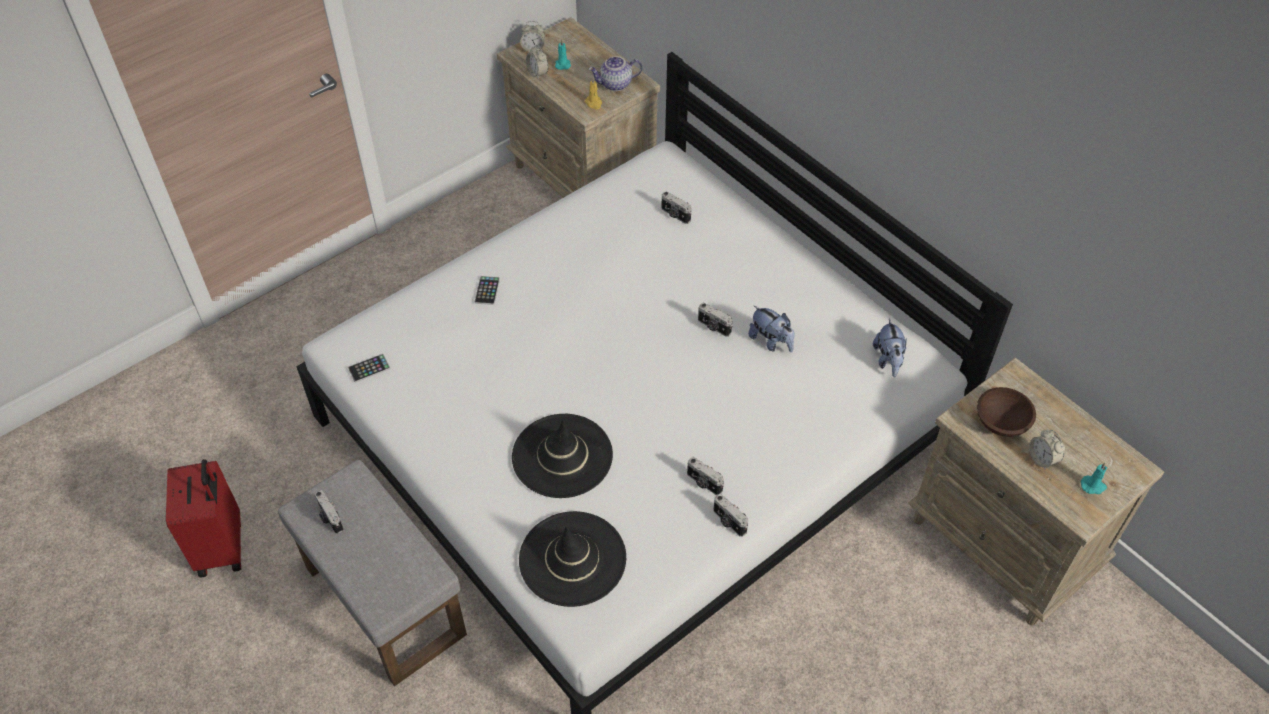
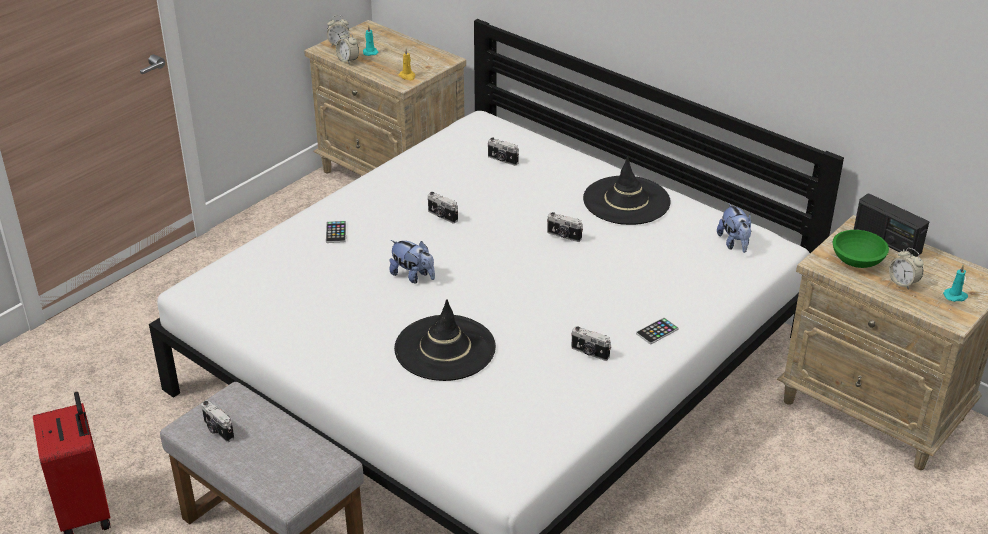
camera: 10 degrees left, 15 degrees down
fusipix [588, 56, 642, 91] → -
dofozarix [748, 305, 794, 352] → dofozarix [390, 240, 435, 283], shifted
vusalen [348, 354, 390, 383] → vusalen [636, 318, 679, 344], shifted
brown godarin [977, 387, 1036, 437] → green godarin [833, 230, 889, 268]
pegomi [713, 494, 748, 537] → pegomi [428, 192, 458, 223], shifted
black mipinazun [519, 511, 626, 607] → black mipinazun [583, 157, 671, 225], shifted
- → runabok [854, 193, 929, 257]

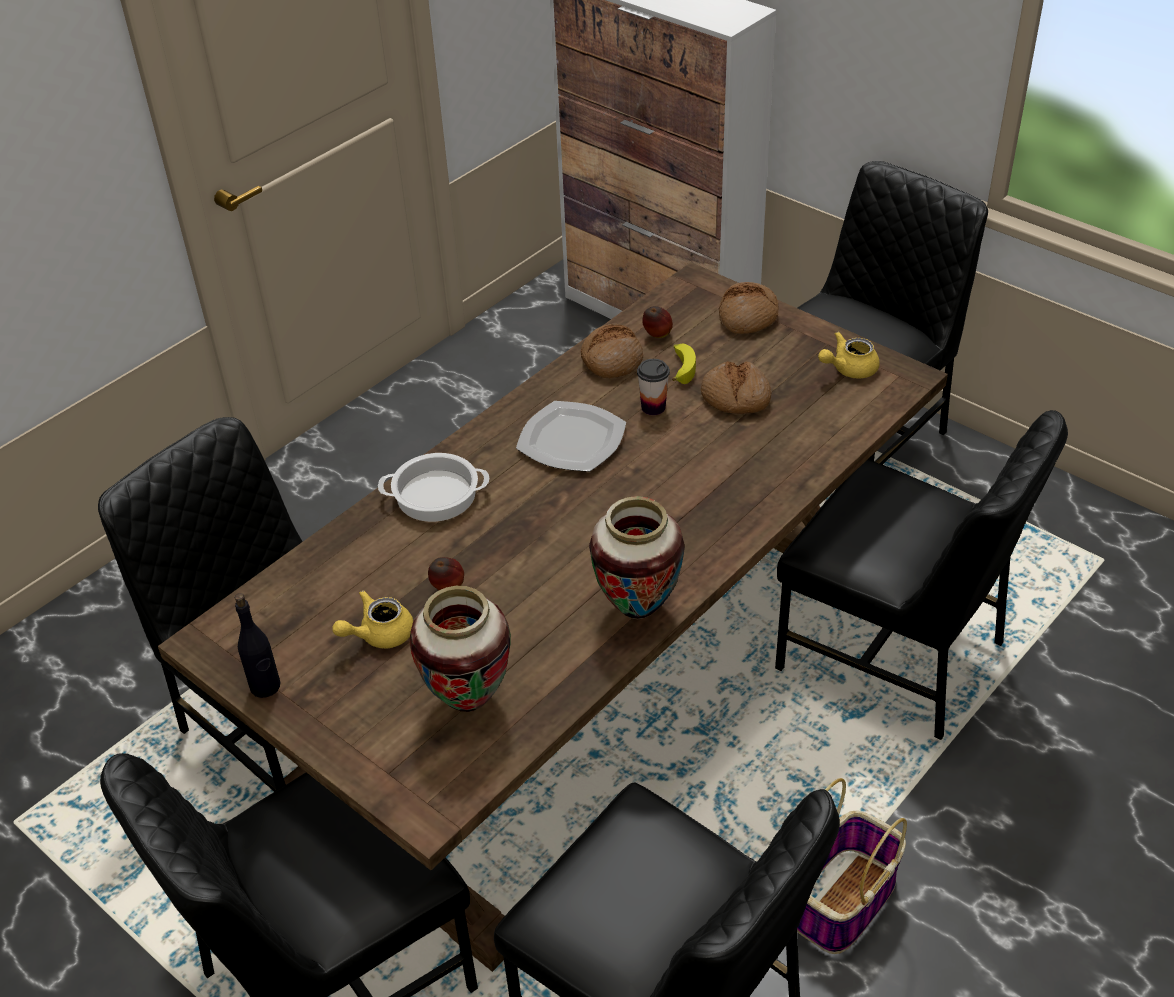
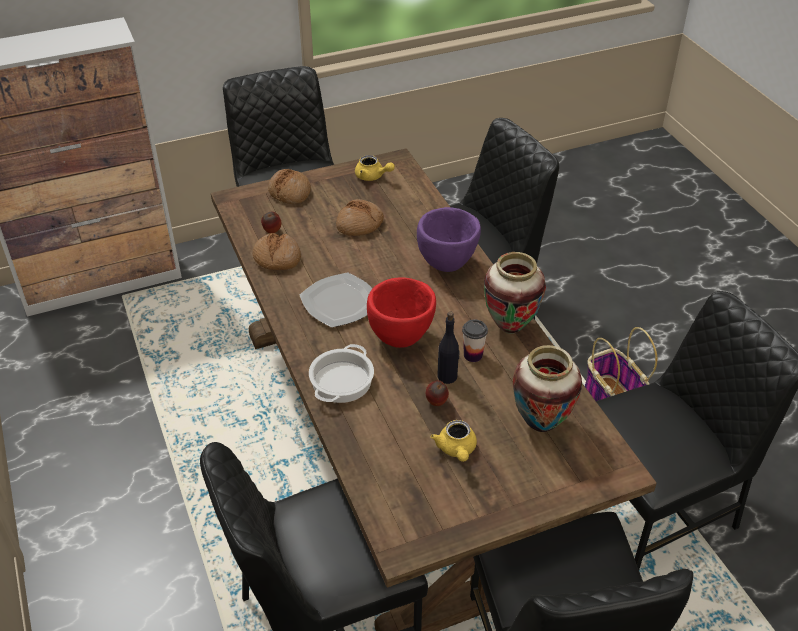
camera: 65 degrees left, 0 degrees up
yellow fusipix [818, 332, 880, 379] → yellow fusipix [355, 155, 395, 181], 60 degrees counterclockwise
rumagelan [672, 344, 696, 384] → -
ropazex [637, 359, 670, 415] → ropazex [462, 319, 488, 362], shifted
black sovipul [235, 593, 281, 698] → black sovipul [438, 312, 460, 384], shifted
- → purple godarin [417, 207, 481, 272]
- → red godarin [367, 277, 436, 348]

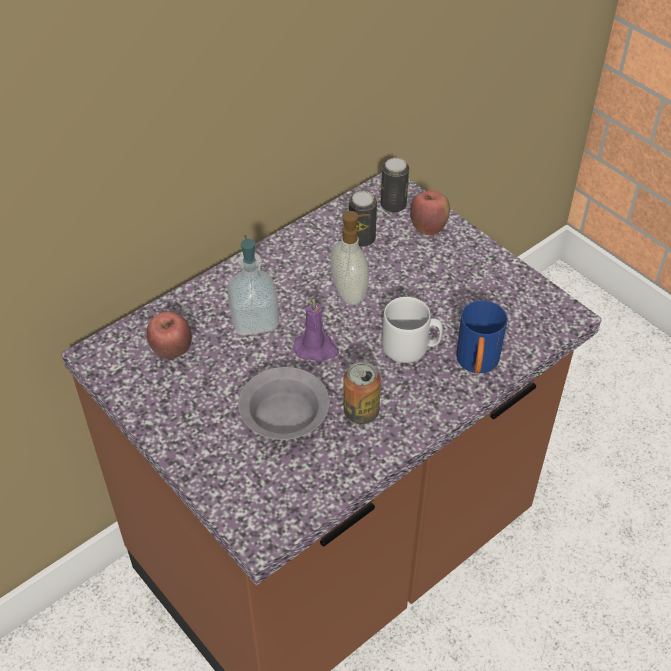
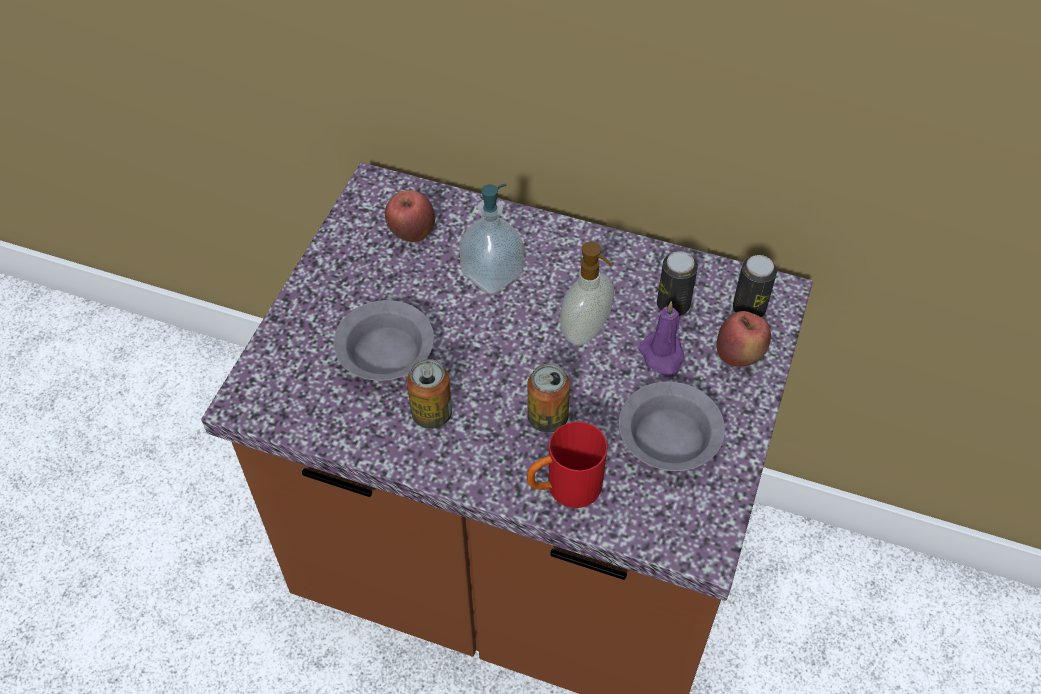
camera: 60 degrees right, 5 degrees up
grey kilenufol [382, 297, 443, 363] → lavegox [527, 363, 570, 433]
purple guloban [293, 298, 339, 362] → purple guloban [639, 301, 685, 377], shifted
blue kilenufol [456, 301, 508, 373] → red kilenufol [527, 422, 607, 508]
- → grey godarin [619, 381, 725, 471]

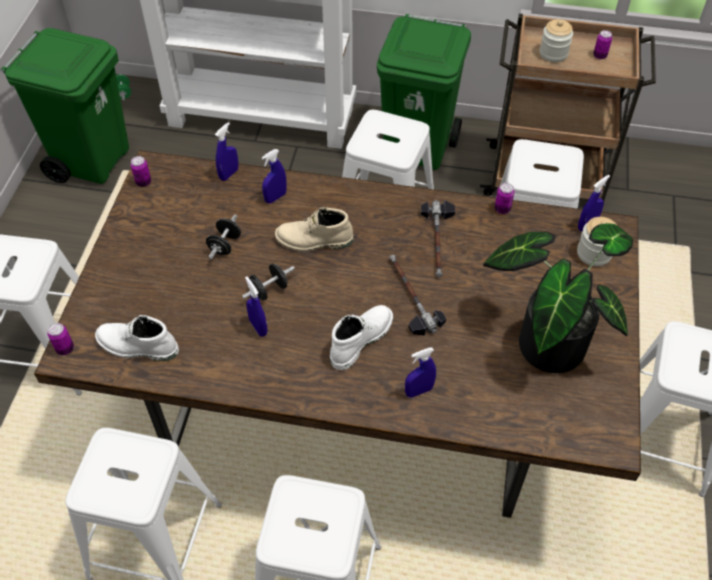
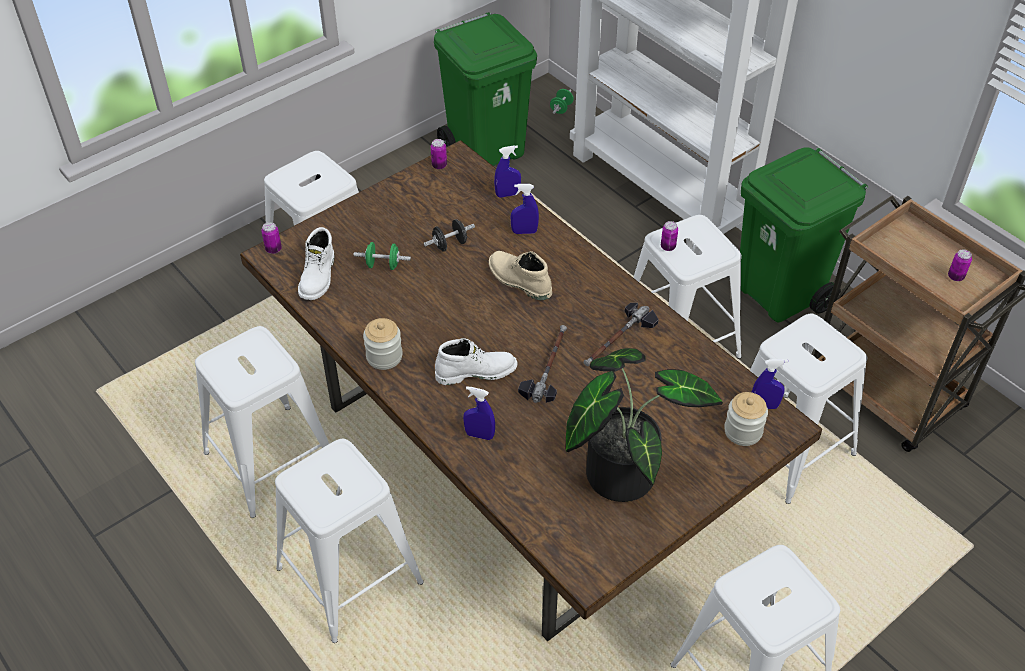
camera: 40 degrees right, 5 degrees down
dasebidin [540, 19, 573, 63] → dasebidin [363, 318, 403, 370], shifted
lavegox [495, 183, 514, 214] → lavegox [661, 221, 678, 251], shifted
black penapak [242, 263, 295, 300] → -
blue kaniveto [245, 276, 268, 337] → -
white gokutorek [95, 315, 179, 361] → white gokutorek [298, 227, 334, 300], 135 degrees counterclockwise
- → green penapak [354, 242, 411, 270]

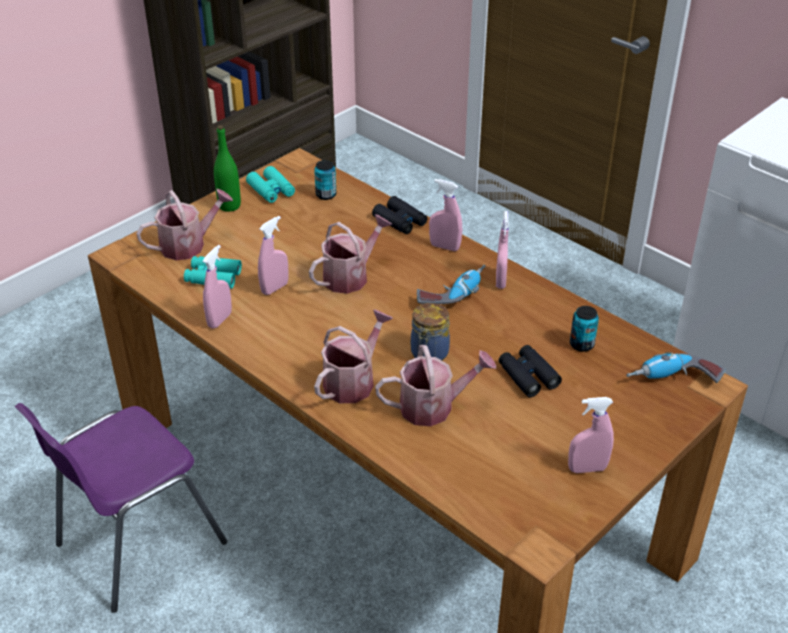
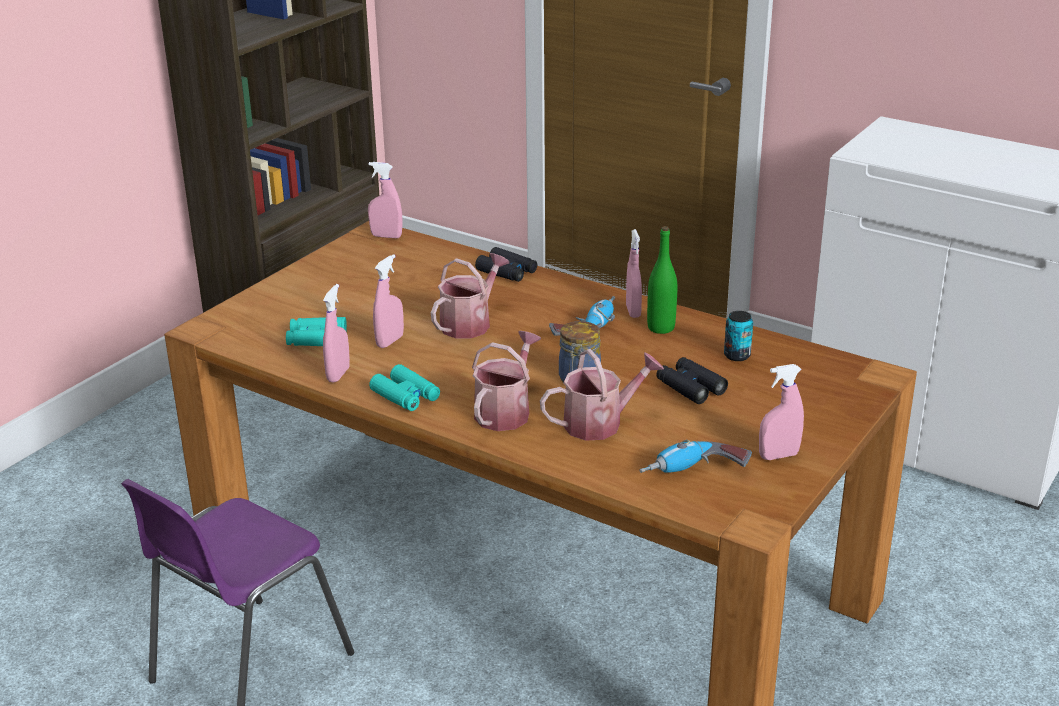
camera: 10 degrees left, 10 degrees down
green sovipul [214, 125, 241, 212] → green sovipul [647, 226, 677, 334], shifted
lavegox [314, 160, 336, 200] → -
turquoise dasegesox [246, 166, 295, 203] → turquoise dasegesox [369, 364, 440, 411], shifted
pink kaniveto [429, 179, 462, 251] → pink kaniveto [368, 162, 403, 238], shifted
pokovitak [136, 189, 233, 260] → -
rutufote [626, 352, 726, 383] → rutufote [639, 440, 752, 473], shifted

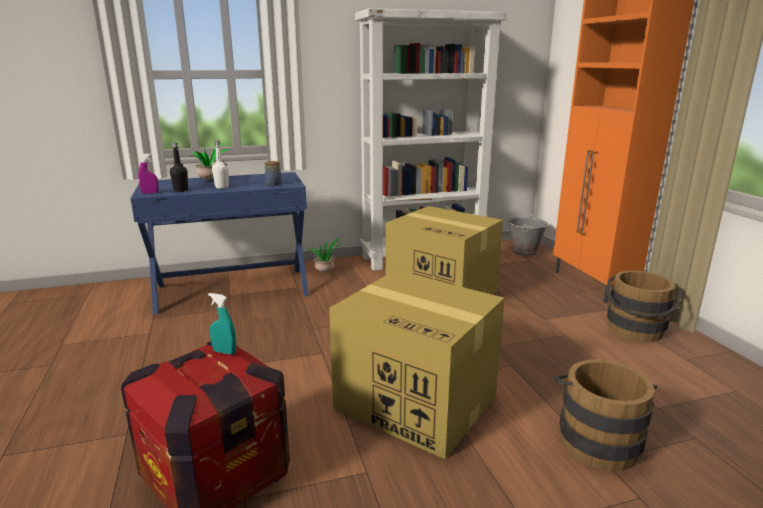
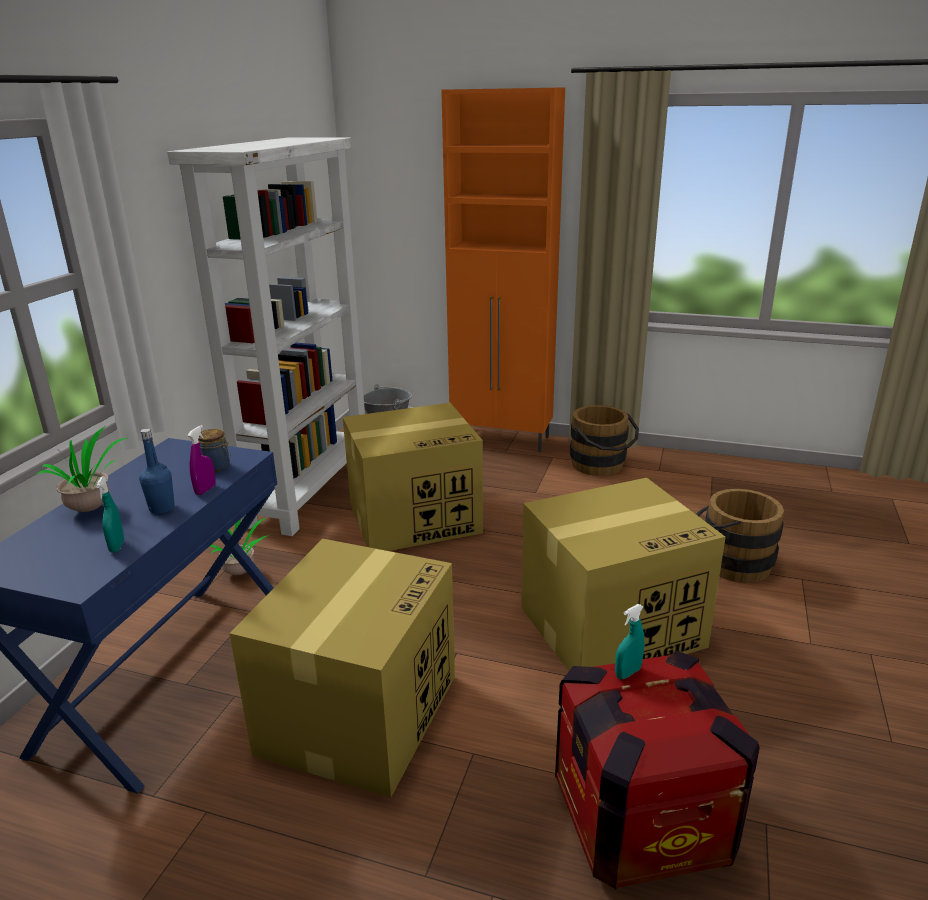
camera: 55 degrees left, 5 degrees up
white sovipul [212, 140, 229, 189] → blue sovipul [139, 428, 175, 514]
black sovipul [170, 142, 188, 192] → turquoise kaniveto [96, 476, 124, 553]
purple kaniveto [138, 153, 158, 194] → purple kaniveto [187, 425, 215, 495], shifted
- → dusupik [229, 539, 455, 798]

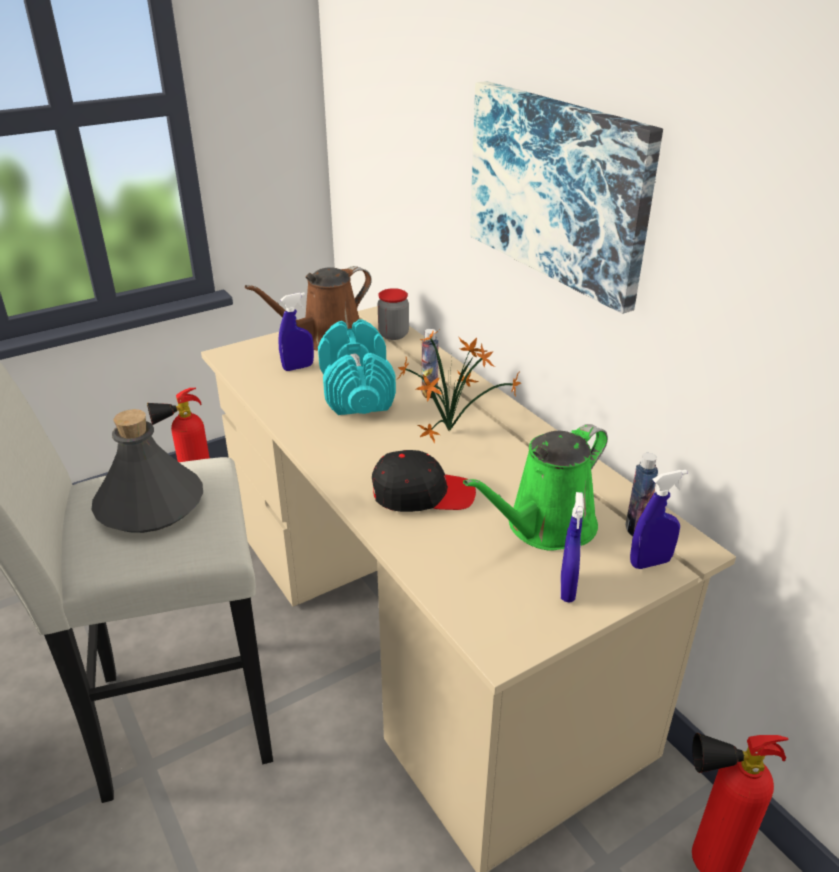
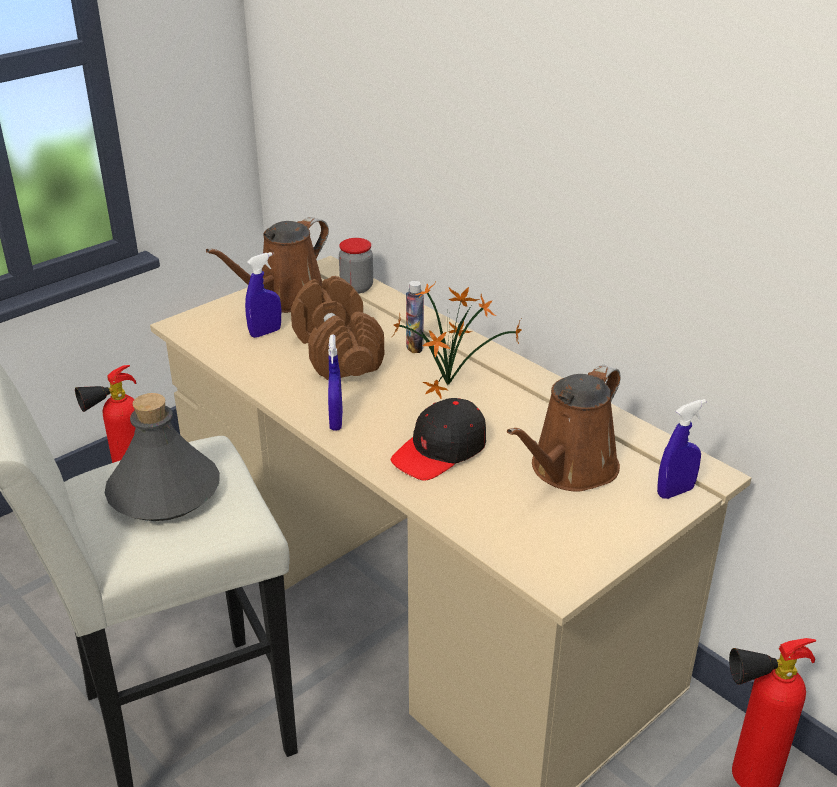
camera: 10 degrees left, 0 degrees up
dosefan [470, 81, 663, 314] → -
turquoise penapak [318, 319, 396, 415] → brown penapak [291, 276, 384, 380]
green pokovitak [463, 424, 608, 551] → brown pokovitak [507, 365, 621, 492]
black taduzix [372, 450, 476, 512] → black taduzix [391, 398, 486, 481], 150 degrees clockwise
sovipul [626, 453, 658, 536] → -
blue kaniveto [561, 492, 584, 602] → blue kaniveto [328, 335, 343, 431], shifted

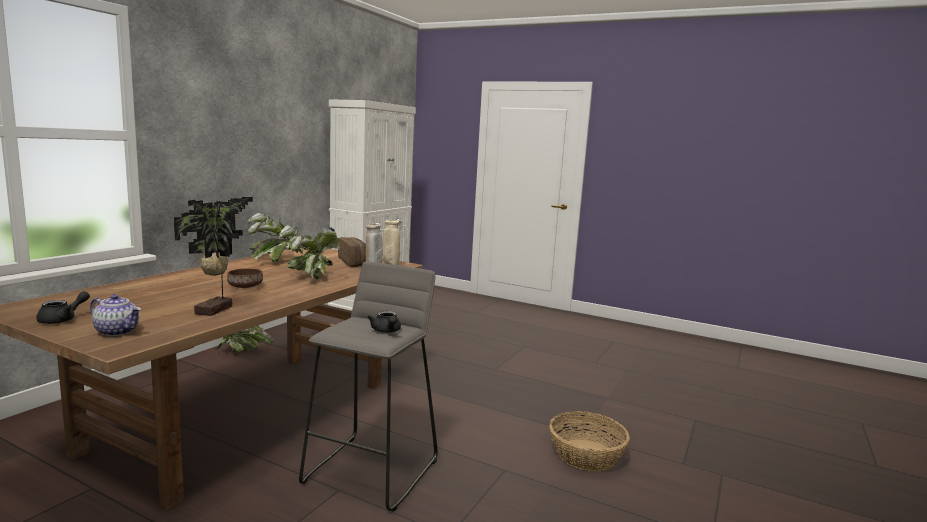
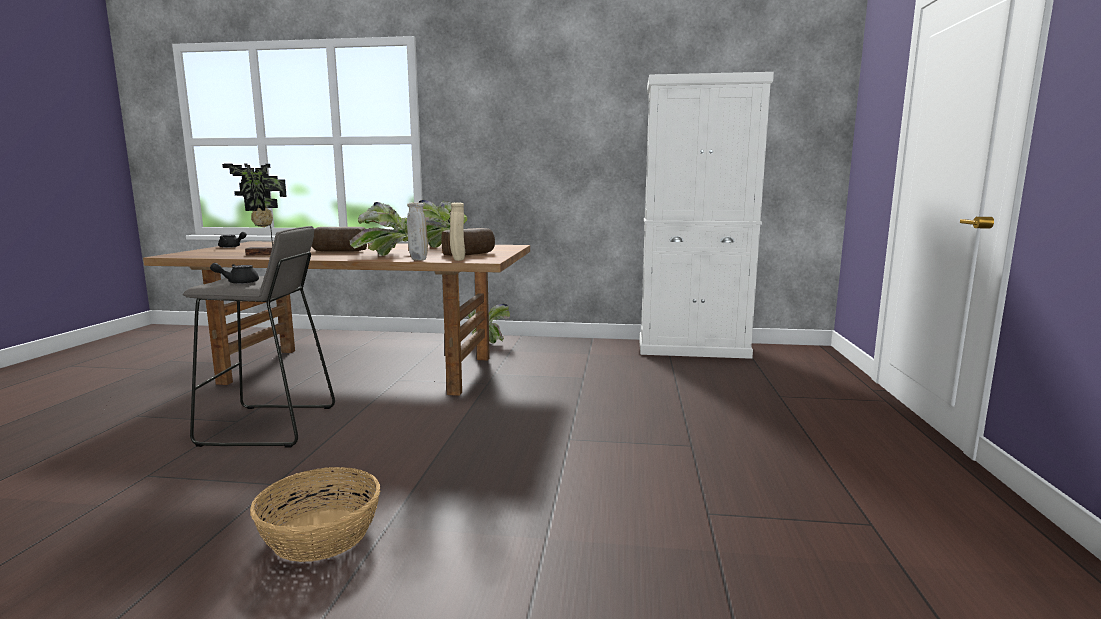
camera: 70 degrees right, 0 degrees up
brown godarin [227, 268, 263, 288] → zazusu [312, 227, 367, 252]
fusipix [90, 294, 141, 336] → -

